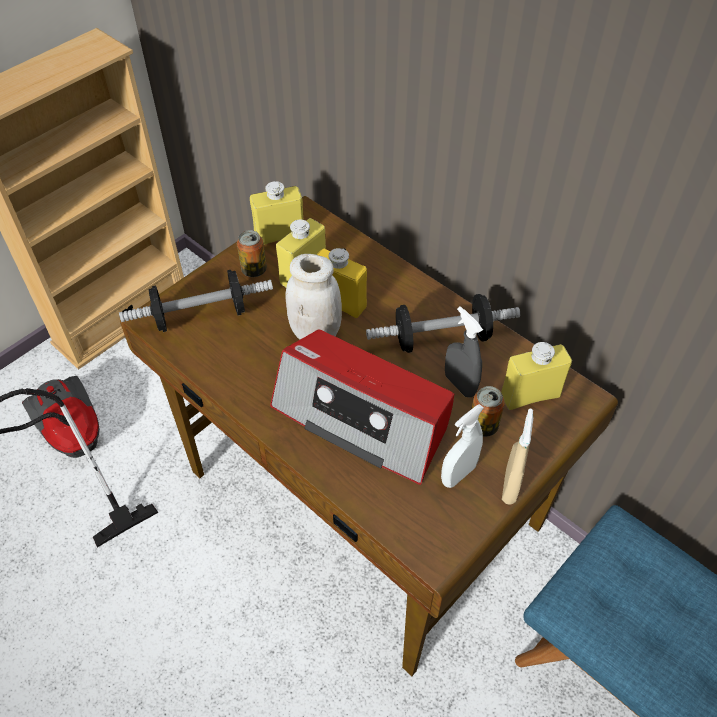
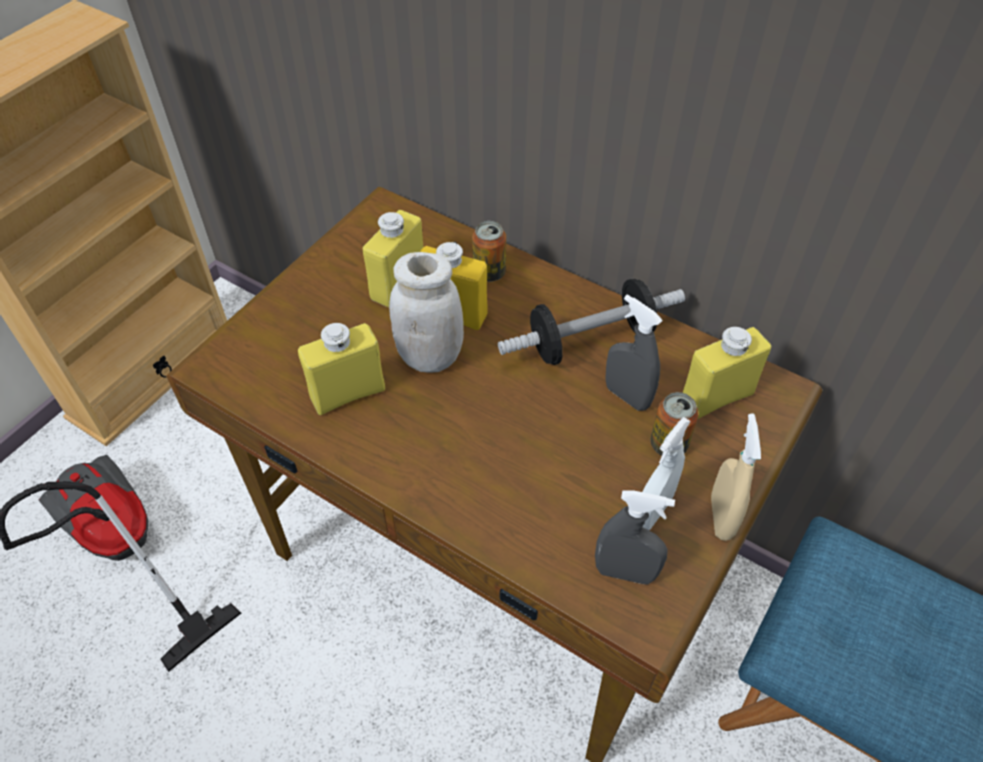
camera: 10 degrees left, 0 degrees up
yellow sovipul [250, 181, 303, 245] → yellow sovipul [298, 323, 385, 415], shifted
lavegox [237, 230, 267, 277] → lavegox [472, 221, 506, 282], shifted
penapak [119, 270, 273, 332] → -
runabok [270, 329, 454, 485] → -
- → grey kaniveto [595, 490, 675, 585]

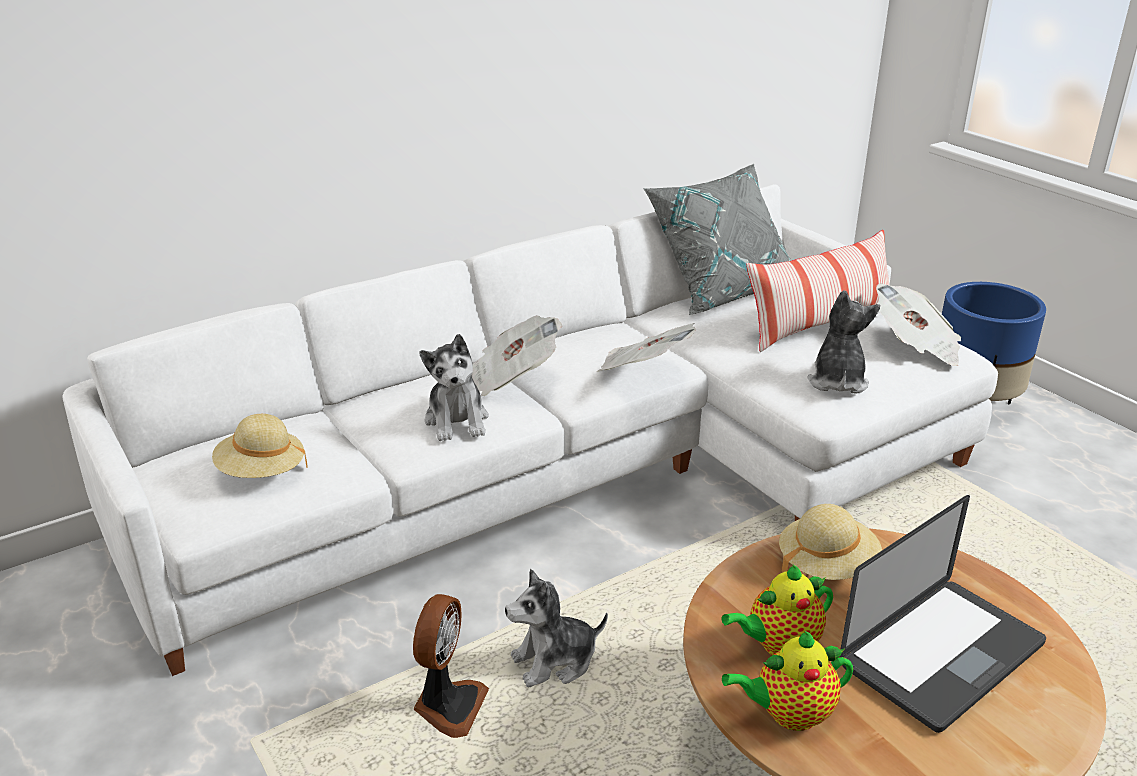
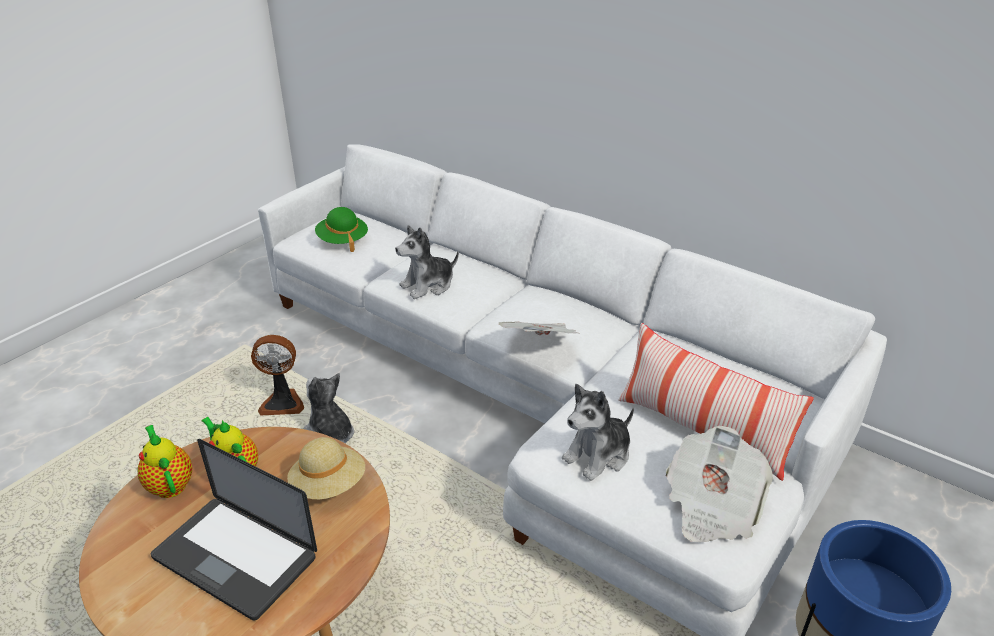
camera: 70 degrees right, 5 degrees up
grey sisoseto [643, 164, 791, 315] → -
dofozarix [807, 290, 880, 394] → dofozarix [562, 384, 634, 481], 150 degrees clockwise
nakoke [471, 315, 562, 396] → -
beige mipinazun [212, 414, 308, 478] → green mipinazun [315, 207, 368, 252]

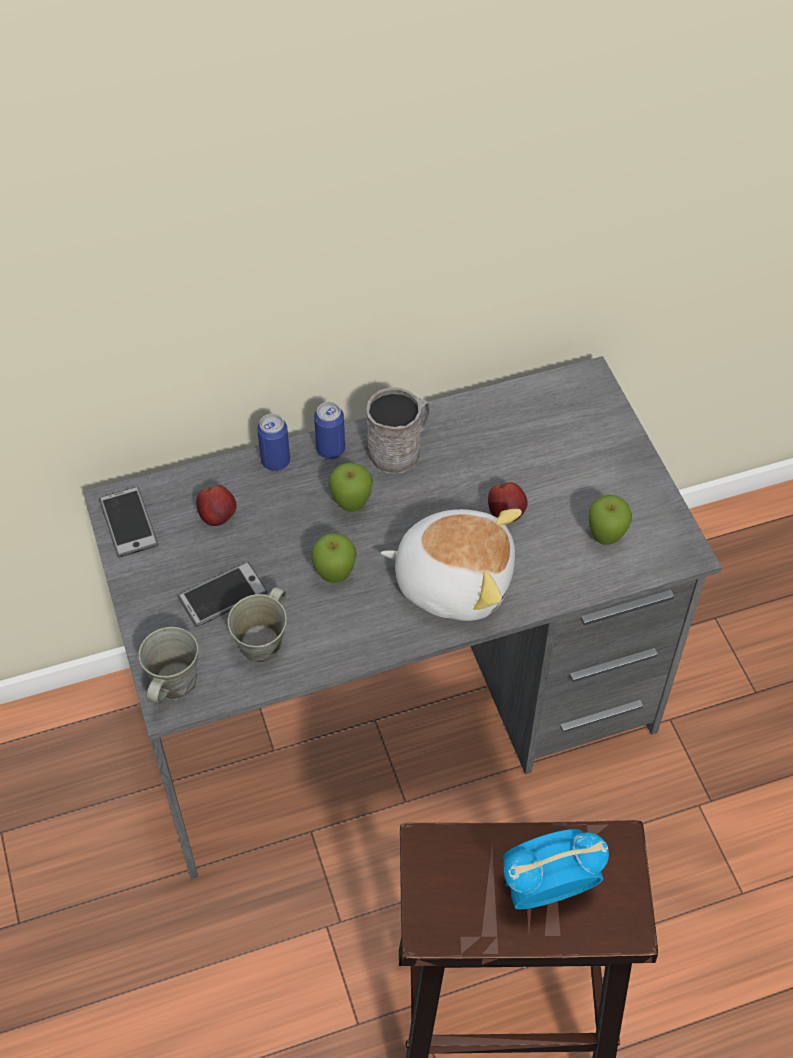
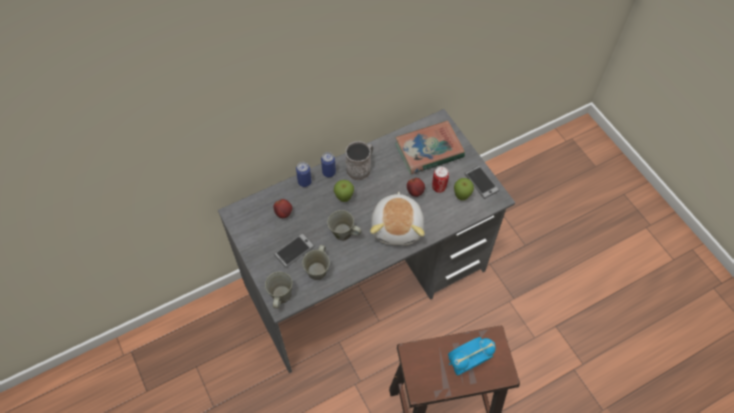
camera: 10 degrees left, 5 degrees up
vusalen [99, 487, 158, 558] → vusalen [464, 165, 499, 199], shifted
dofozarix [381, 509, 522, 621] → dofozarix [370, 191, 424, 246], 90 degrees clockwise
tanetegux [311, 533, 357, 583] → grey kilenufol [327, 210, 362, 241]
- → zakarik [395, 120, 465, 174]
- → lavegox [432, 166, 449, 193]

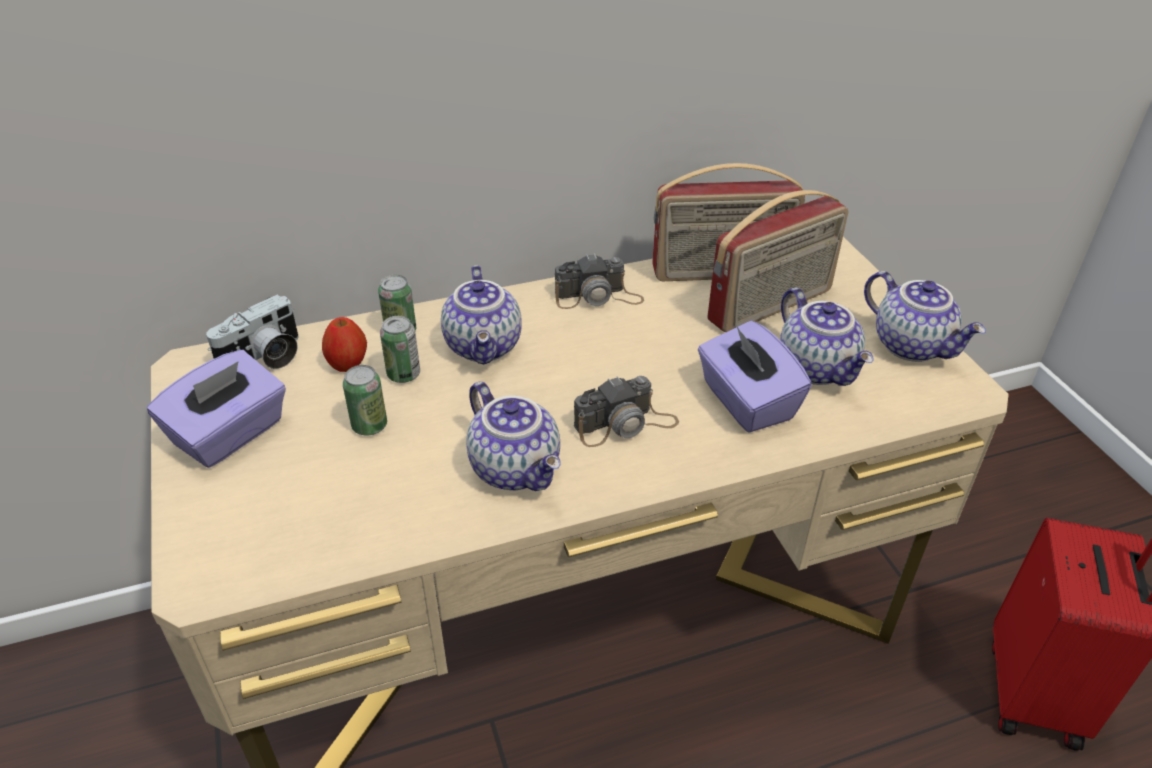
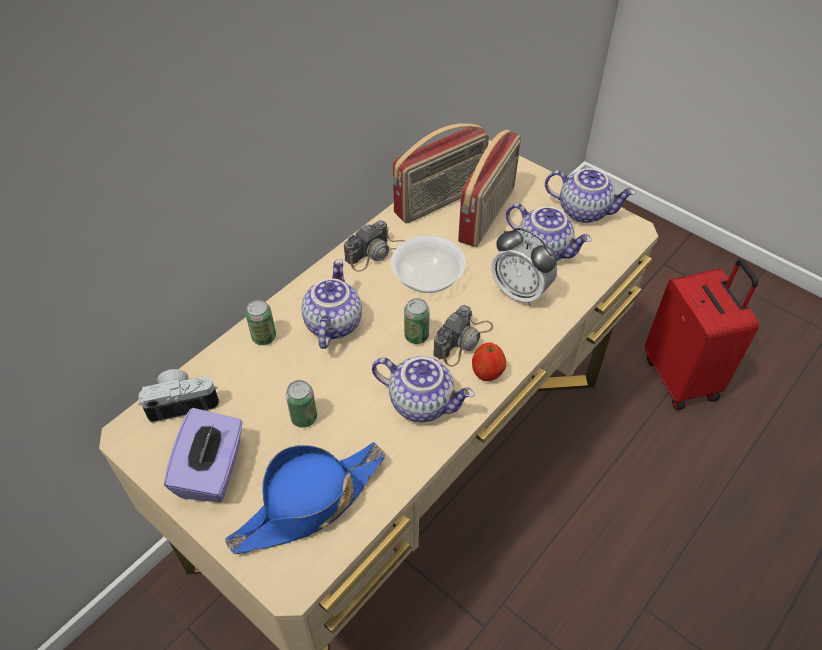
camera: 30 degrees left, 10 degrees up
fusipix [441, 265, 522, 364] → fusipix [301, 259, 362, 349], 135 degrees counterclockwise
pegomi [206, 295, 298, 369] → pegomi [138, 369, 220, 423], 120 degrees counterclockwise
lavegox [380, 316, 420, 383] → lavegox [404, 298, 430, 344], shifted
tanetegux [322, 317, 367, 372] → tanetegux [472, 342, 506, 381], shifted
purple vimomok [698, 321, 812, 433] → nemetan [491, 228, 557, 306]
- → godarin [391, 235, 466, 293]
- → blue mipinazun [225, 442, 385, 554]

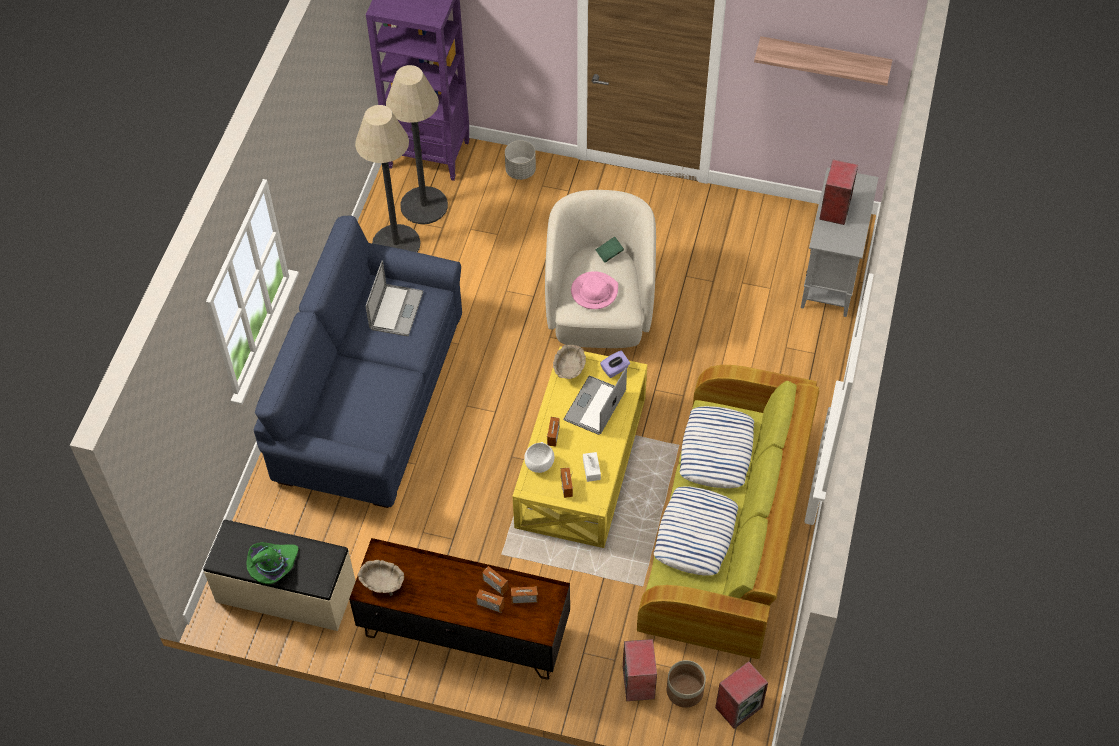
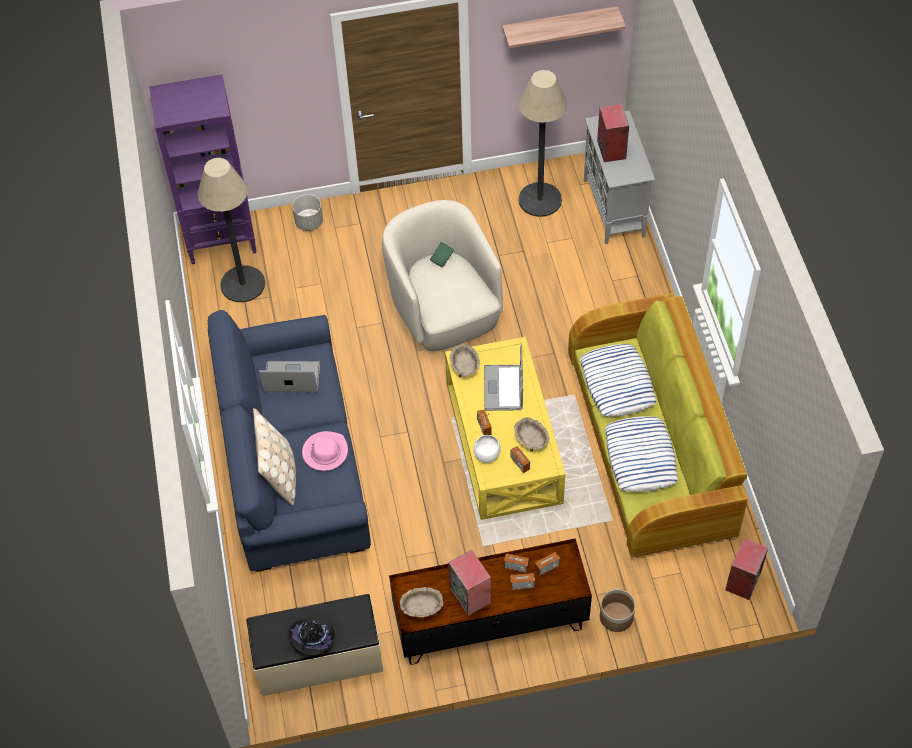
camera: 25 degrees left, 0 degrees up
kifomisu [355, 105, 421, 253] → kifomisu [518, 70, 567, 217], shifted
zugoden [366, 261, 423, 336] → zugoden [259, 361, 320, 392], 75 degrees counterclockwise
pink mipinazun [571, 271, 618, 309] → pink mipinazun [302, 431, 348, 471], shifted
purple vimomok [600, 351, 630, 378] → -
white vimomok [583, 452, 601, 482] → beige godarin [514, 417, 550, 452]
green mipinazun [246, 542, 299, 584] → black mipinazun [289, 612, 335, 656]
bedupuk [623, 639, 657, 701] → bedupuk [448, 550, 491, 616], shifted
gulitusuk [667, 660, 706, 708] → gulitusuk [600, 589, 635, 632], shifted
- → beige sisoseto [253, 408, 296, 505]

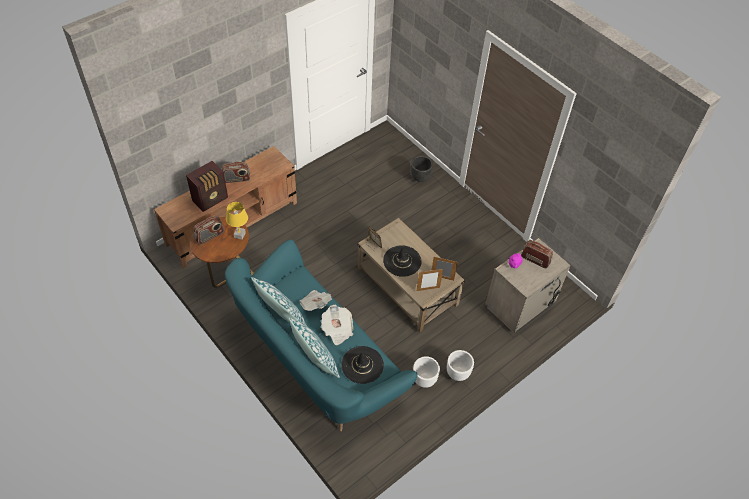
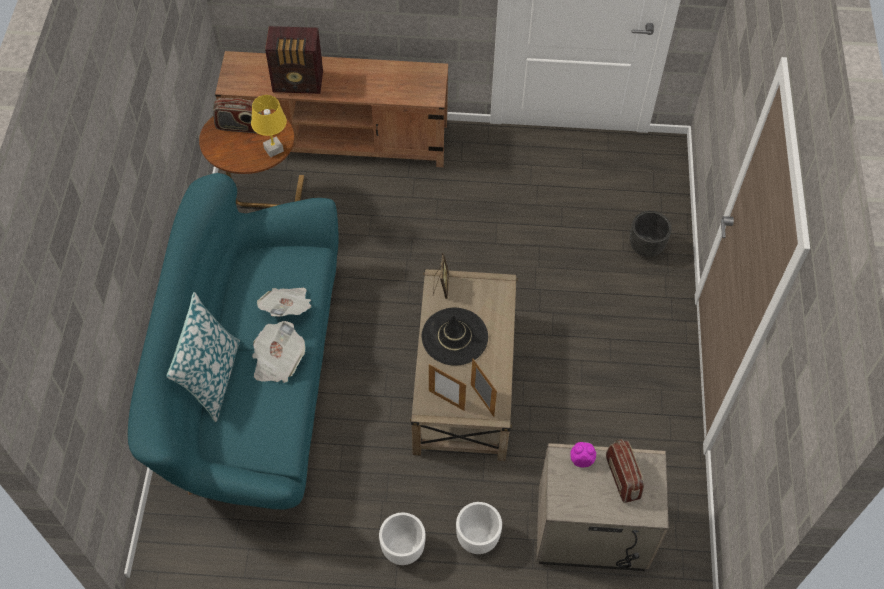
camera: 45 degrees right, 5 degrees up
runabok [221, 162, 250, 183] → -
sisoseto [251, 277, 307, 326] → -
black mipinazun [341, 346, 384, 384] → -
white gulitusuk [413, 356, 440, 388] → white gulitusuk [456, 502, 502, 554], shifted

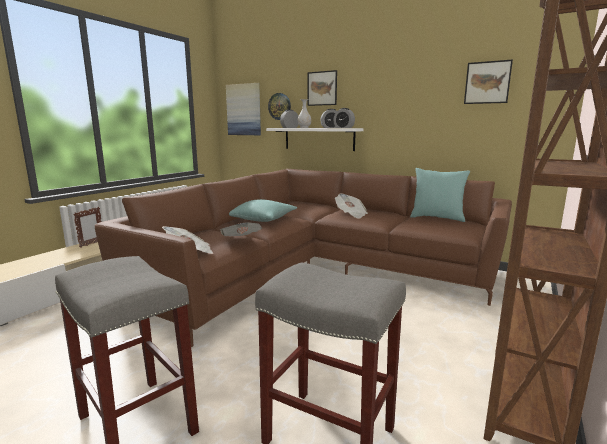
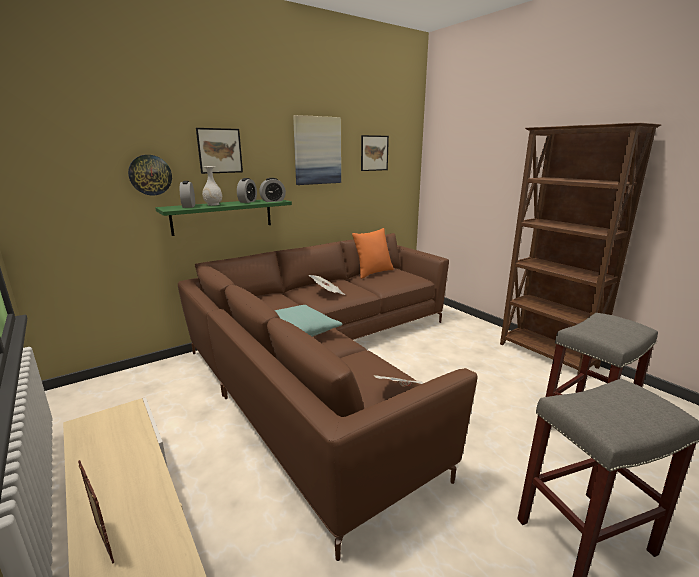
camera: 65 degrees left, 5 degrees up
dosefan [226, 83, 261, 135] → dosefan [293, 115, 341, 185], shifted
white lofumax [266, 128, 364, 151] → green lofumax [155, 199, 292, 236]
turquoise sisoseto [410, 168, 470, 222] → orange sisoseto [352, 228, 394, 279]
nakoke [220, 222, 262, 236] → -

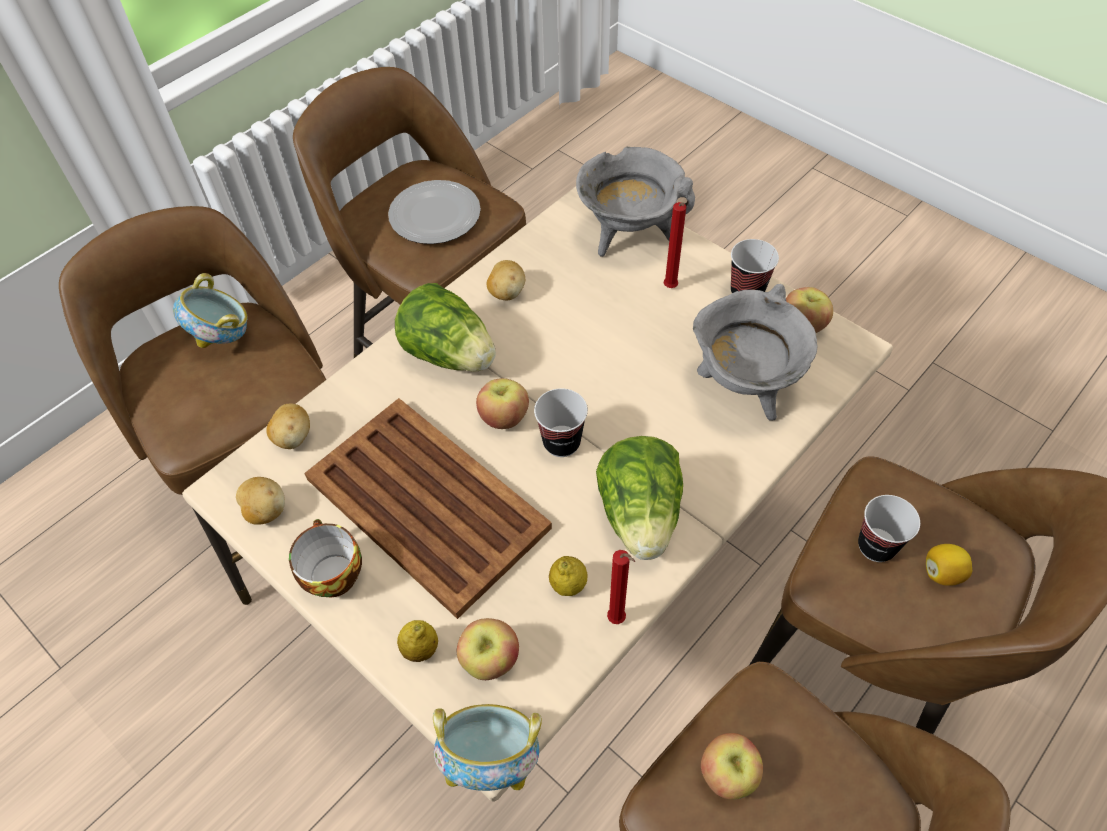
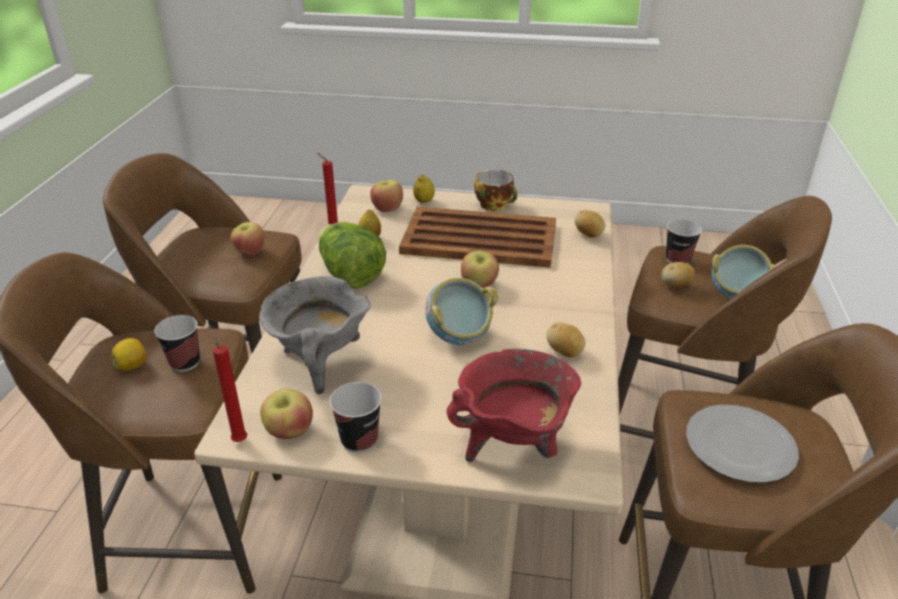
camera: 145 degrees right, 20 degrees down
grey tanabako [576, 147, 695, 256] → red tanabako [447, 349, 581, 462]
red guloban [664, 202, 686, 288] → red guloban [211, 331, 247, 442], shifted
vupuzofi [395, 283, 496, 372] → -
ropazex [534, 388, 588, 457] → ropazex [666, 219, 702, 264], shifted
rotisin [236, 477, 285, 525] → rotisin [661, 262, 695, 287], shifted
godarin [433, 704, 542, 791] → godarin [425, 278, 498, 345], shifted

